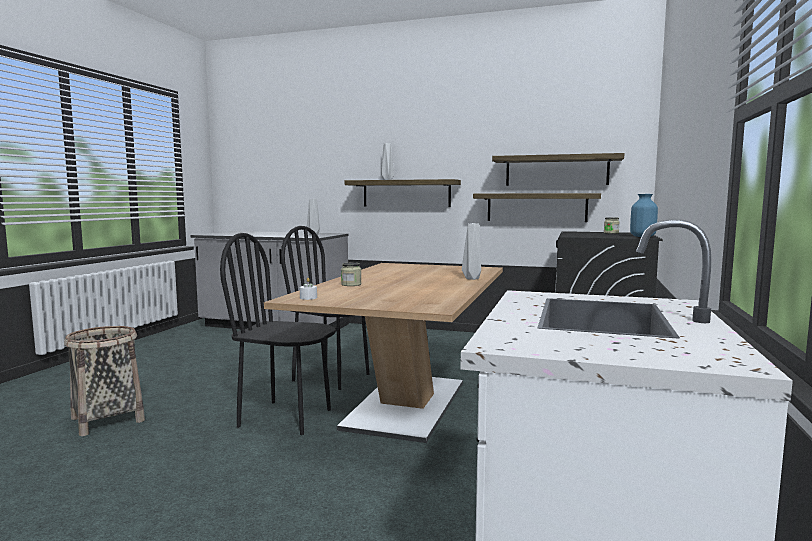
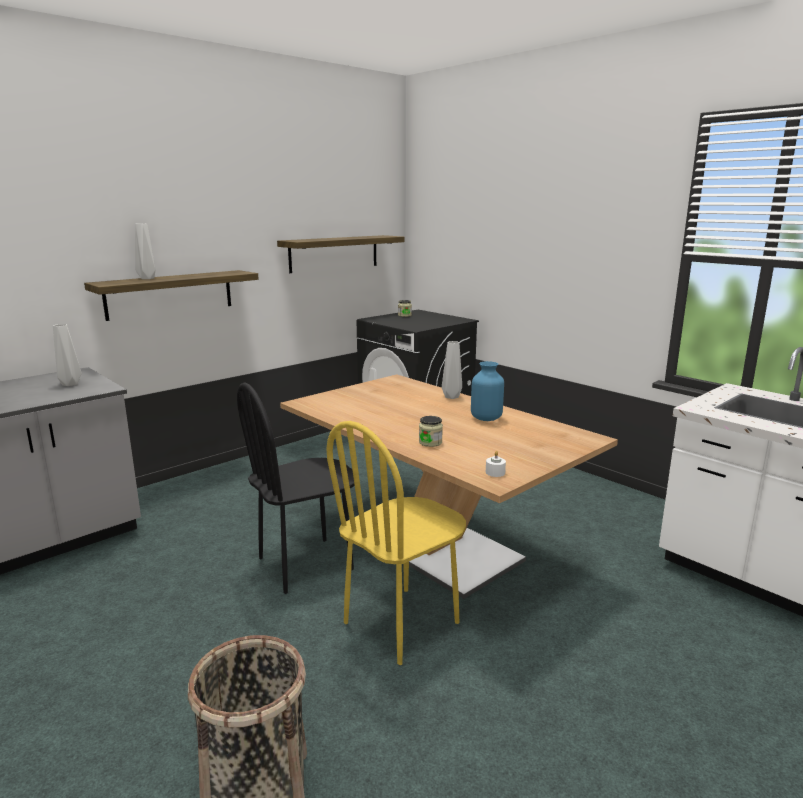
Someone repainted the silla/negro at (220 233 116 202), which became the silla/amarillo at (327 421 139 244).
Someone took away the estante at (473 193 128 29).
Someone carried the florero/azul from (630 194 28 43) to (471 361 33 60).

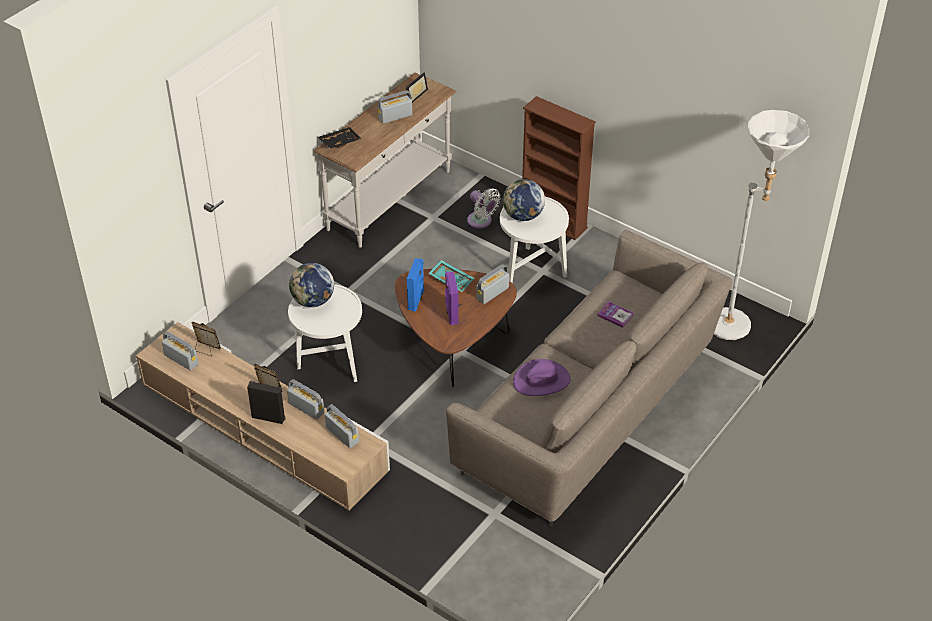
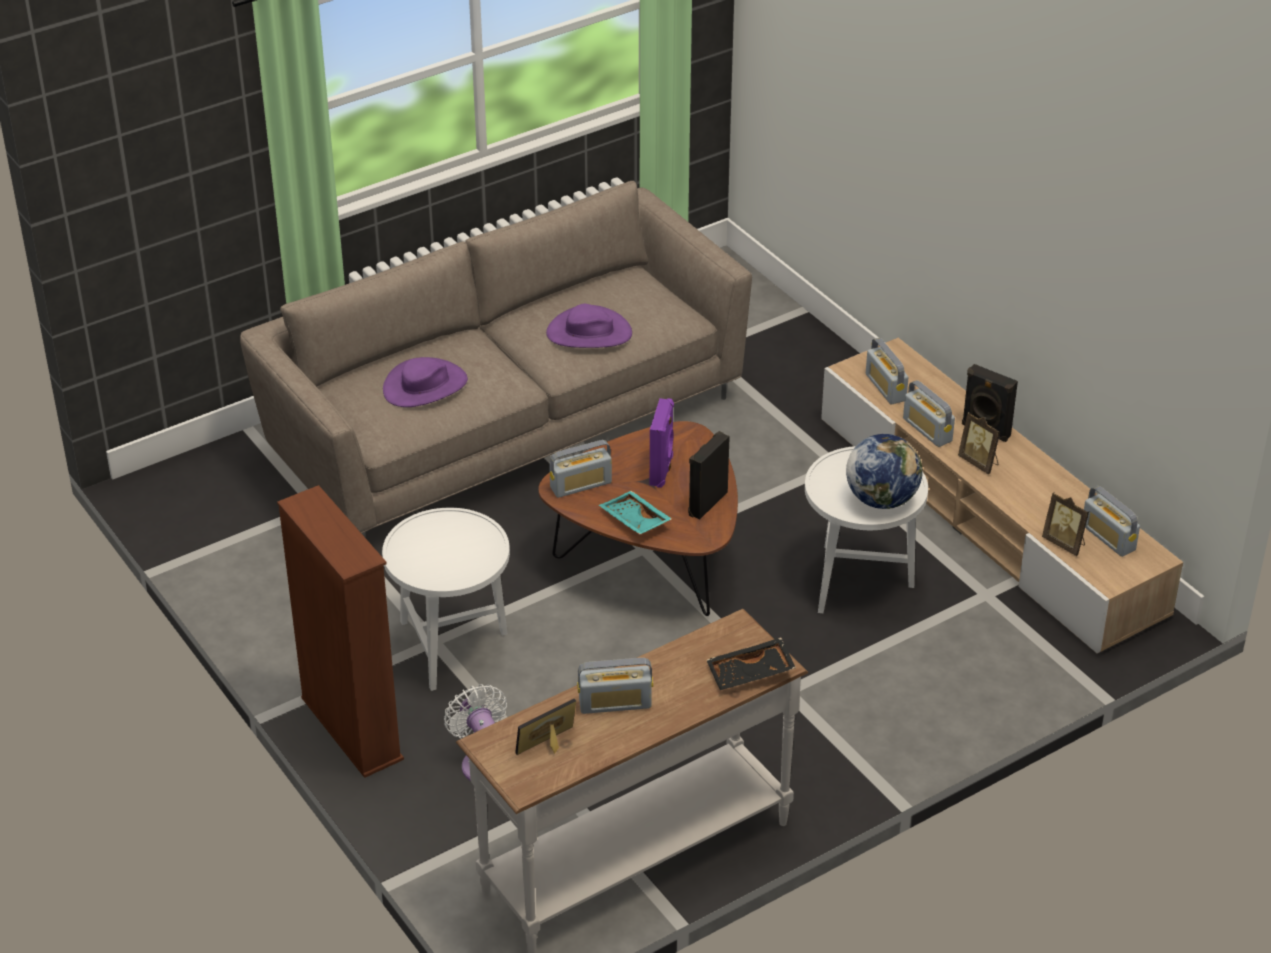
Someone repainted the altavoz/azul at (407 258 17 54), which became the altavoz/negro at (688 431 42 88).
Someone took away the globo terráqueo at (503 179 42 42).
Someone swapped the libro at (597 301 37 27) for the sombrero/morado at (383 357 85 50).
Someone took away the lámpara de pie/blanco at (714 110 95 230).

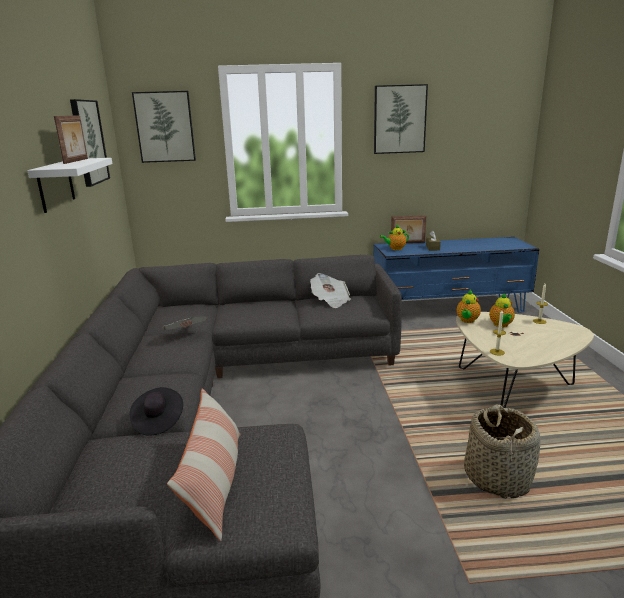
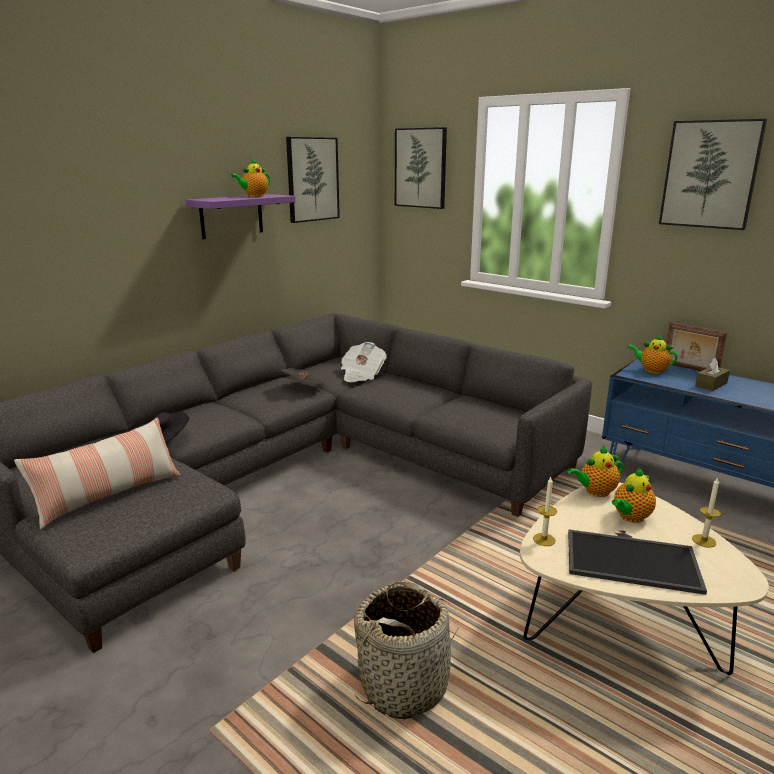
Someone repainted the estante/blanco at (28 158 84 55), which became the estante/morado at (185 194 111 45).
Someone swapped the portarretratos at (54 115 34 49) for the tetera at (230 159 40 38).
Someone carried the periódico from (310 273 41 35) to (341 342 46 40).
Someone put down the bandeja at (568 530 139 65).

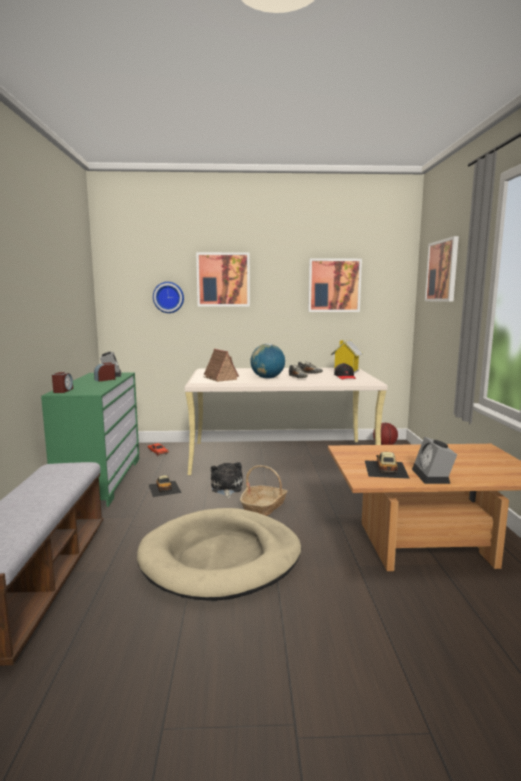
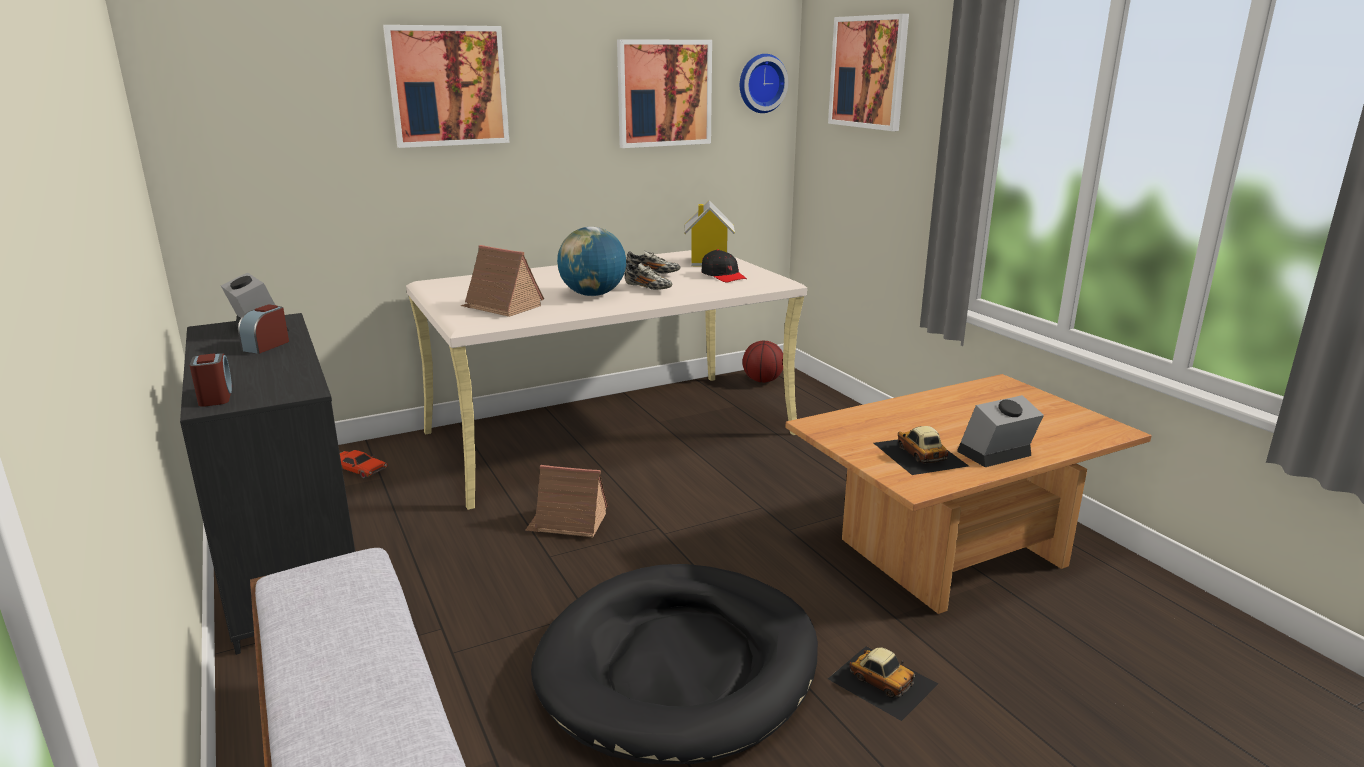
Someone repainted the cómoda/verde at (41 372 98 135), which became the cómoda/negro at (180 313 175 342).
Someone repainted the cama para perro/beis at (137 508 164 93), which became the cama para perro/negro at (531 564 287 200).
Someone carried the coche de juguete from (149 475 33 22) to (828 646 110 75).
Someone carried the reloj de pared from (153 282 31 31) to (740 54 48 59).
Someone swapped the peluche at (211 462 32 36) for the casita at (525 465 84 73).
Someone took away the cesta at (240 465 47 51).
Someone rotated the despertador at (412 437 45 47) by 90 degrees clockwise.

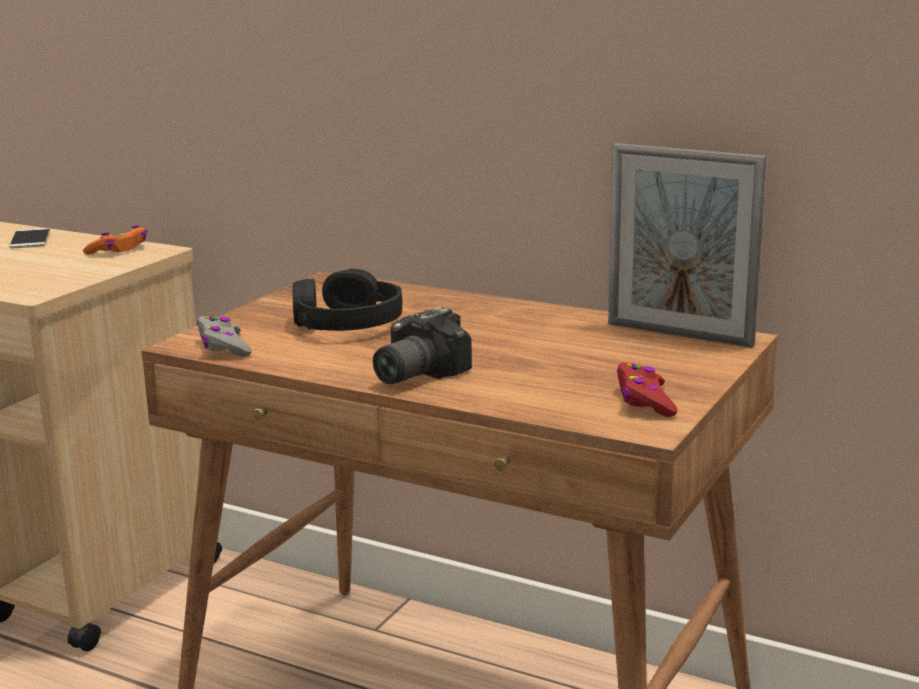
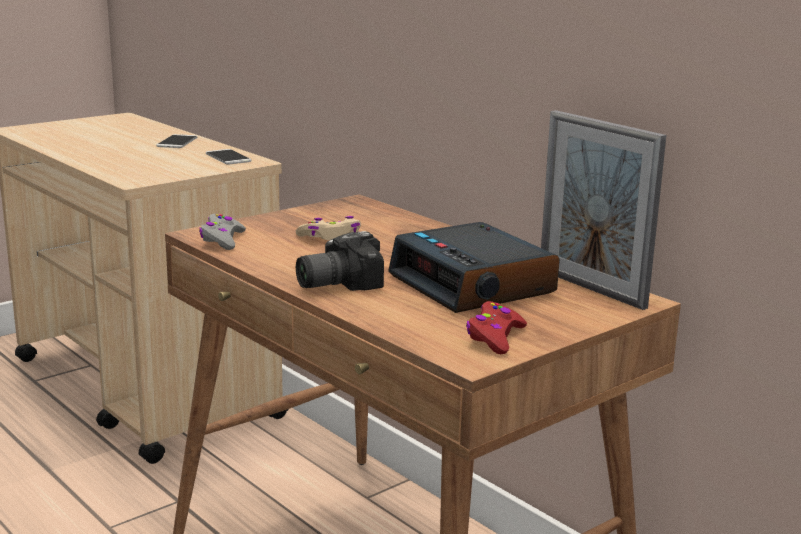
Someone swapped the mando de consola/naranja at (83 225 65 30) for the móvil at (206 149 46 16).
Someone swapped the auriculares/negro at (292 269 110 62) for the mando de consola/beis at (296 216 65 24).
Someone put down the despertador at (388 222 172 91).

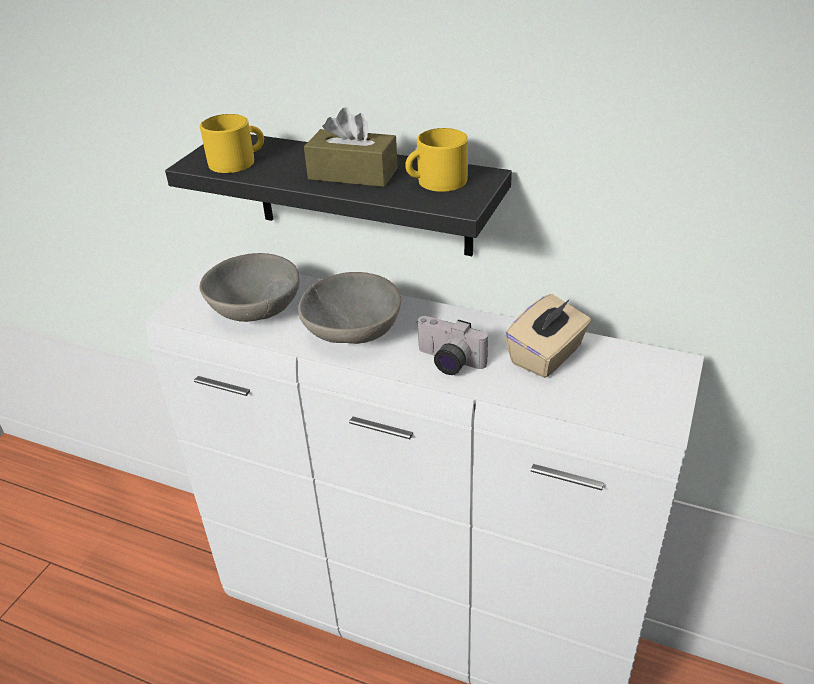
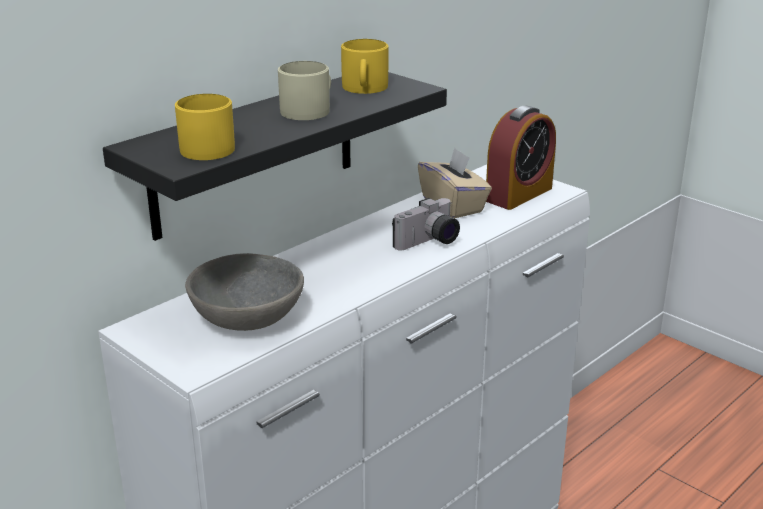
Someone took away the cuenco/gris at (298 272 103 72).
Someone swapped the caja de pañuelos/marrón at (304 107 94 80) for the taza grande/beis at (278 61 53 59).
Someone put down the despertador at (486 106 70 104).

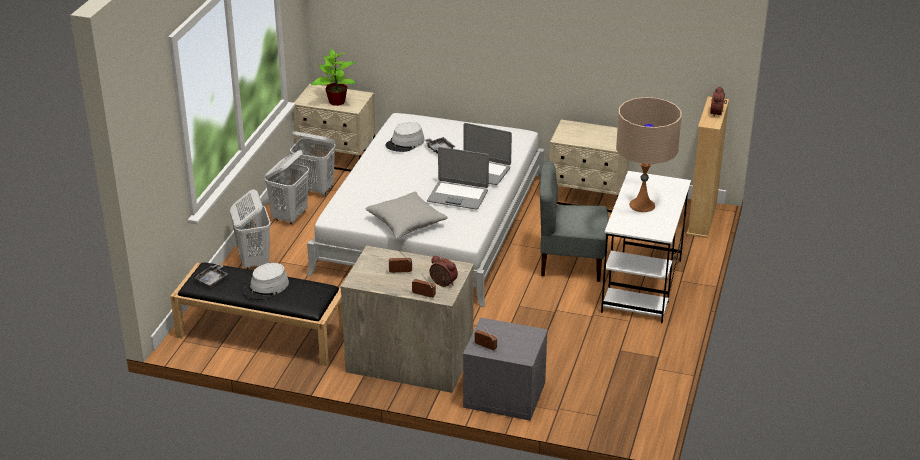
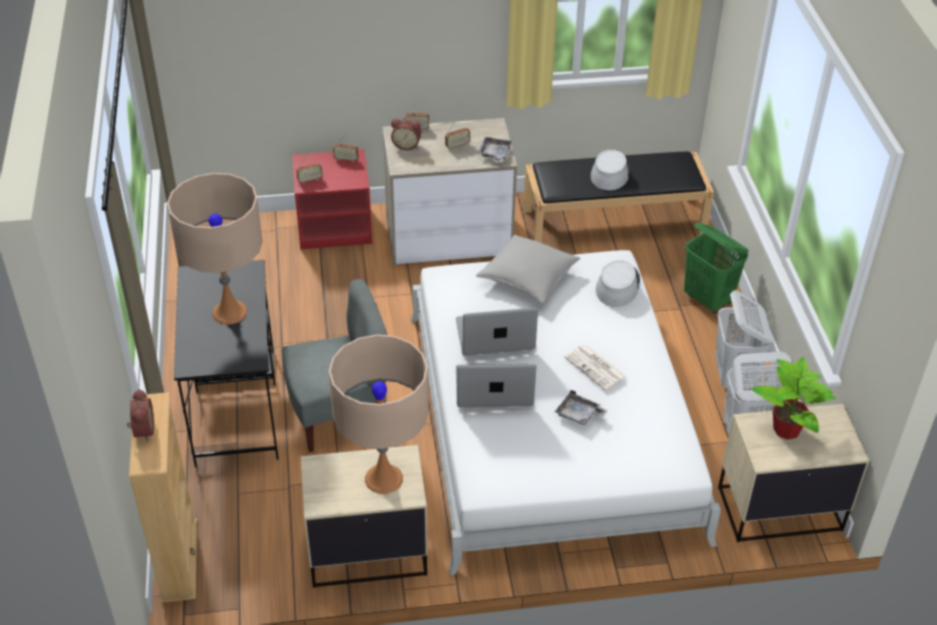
Someone carried the bandeja/gris from (193 263 35 24) to (479 137 33 25).
Someone repainted the cesto de la ropa/blanco at (230 189 41 81), which became the cesto de la ropa/verde at (684 223 65 91).
Someone carried the sombrero/gris from (385 122 39 30) to (596 260 44 47).
Someone repainted the mesita de noche/gris at (463 317 85 104), which became the mesita de noche/rojo at (292 149 80 101).
Someone repainted the escritorio/blanco at (601 171 90 152), which became the escritorio/negro at (174 260 105 208).
Someone put down the radio at (296 154 26 30).
Someone put down the lámpara de mesa/beis at (329 334 99 160).
Someone put down the periódico at (564 344 62 46).

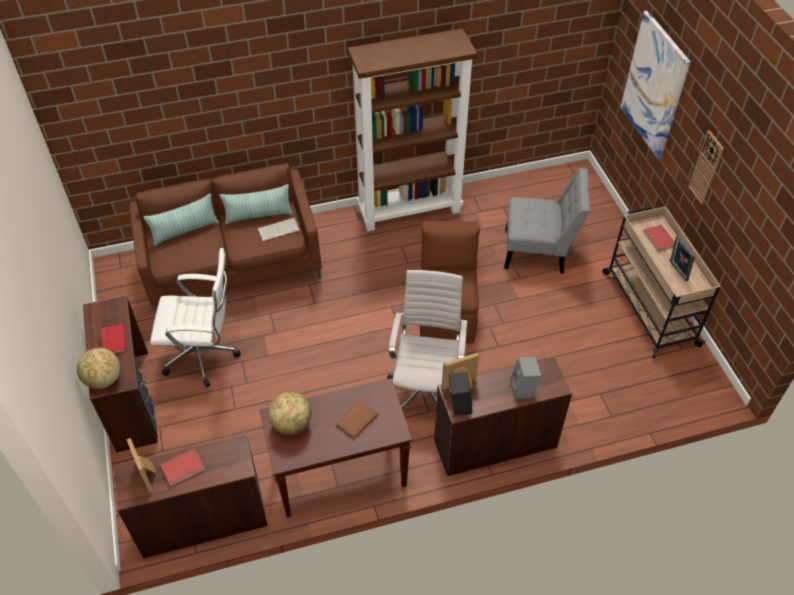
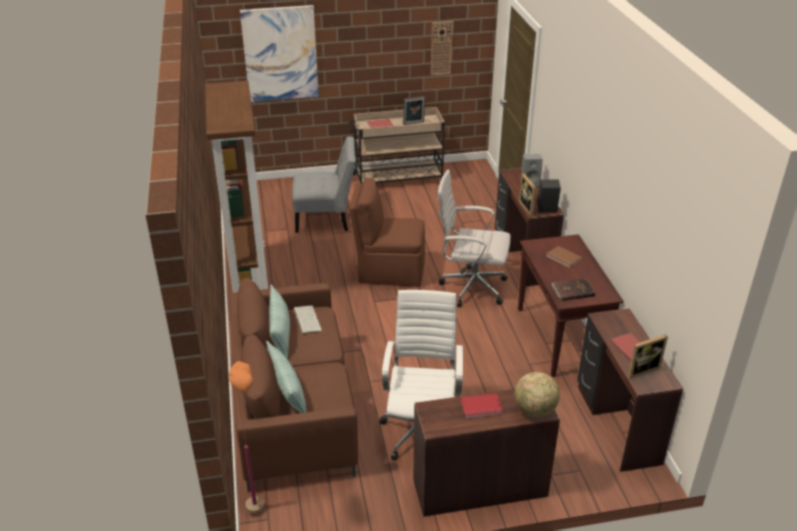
Someone swapped the globo terráqueo at (269 392 42 43) for the libro/marrón at (552 278 43 23).
Someone rotated the silla/gris at (504 168 86 106) by 75 degrees clockwise.
Someone carried the reloj de pared from (688 130 36 74) to (431 21 21 54).
Someone put down the lámpara de pie/naranja at (229 360 36 153).

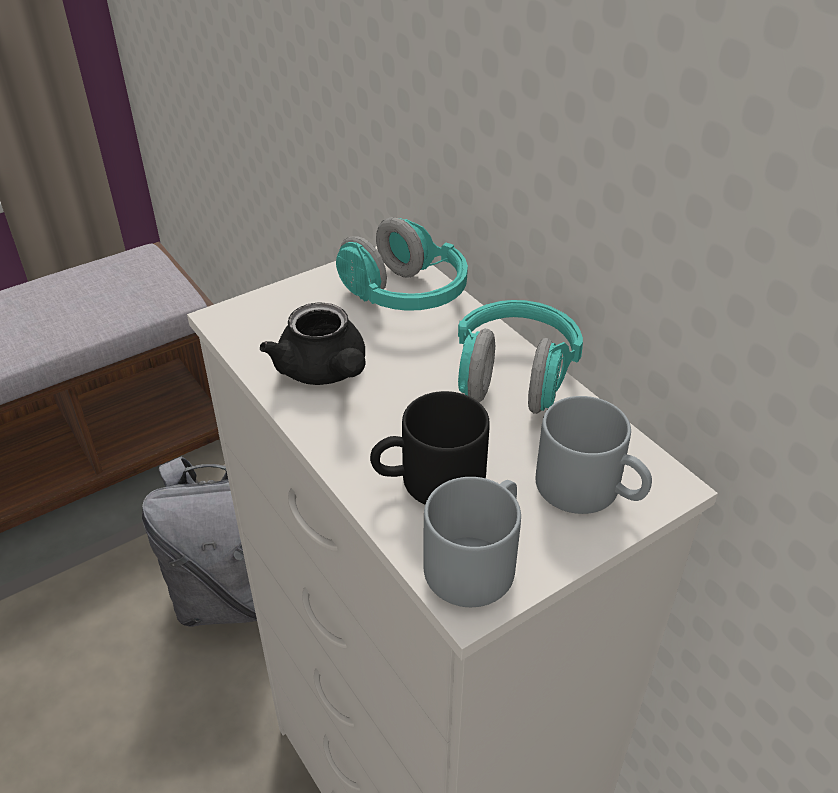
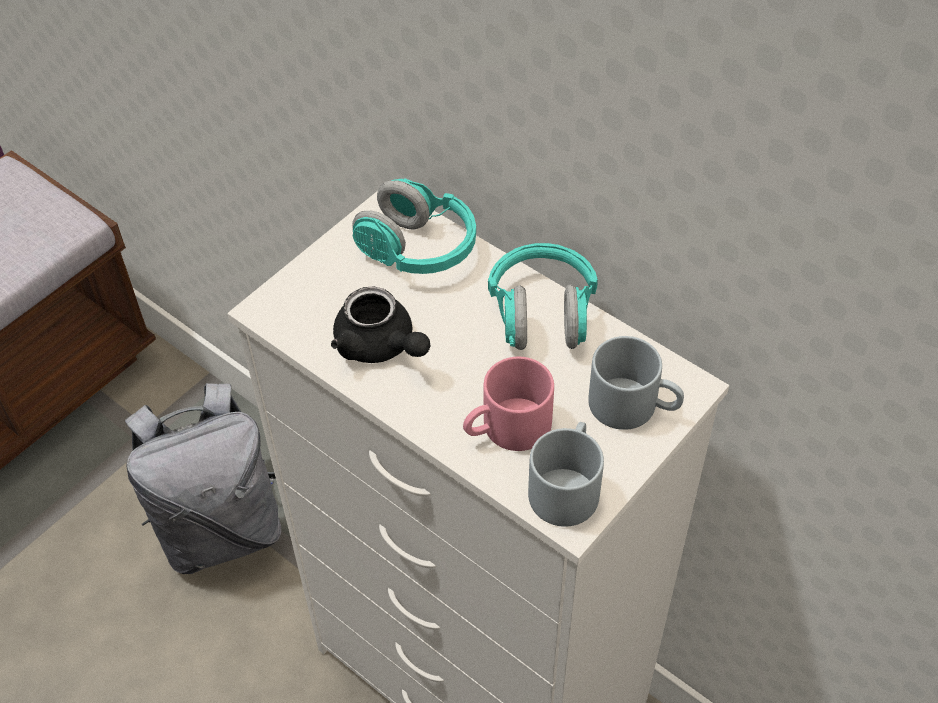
Someone repainted the taza grande/negro at (370 391 120 113), which became the taza grande/rosa at (463 357 91 94).

